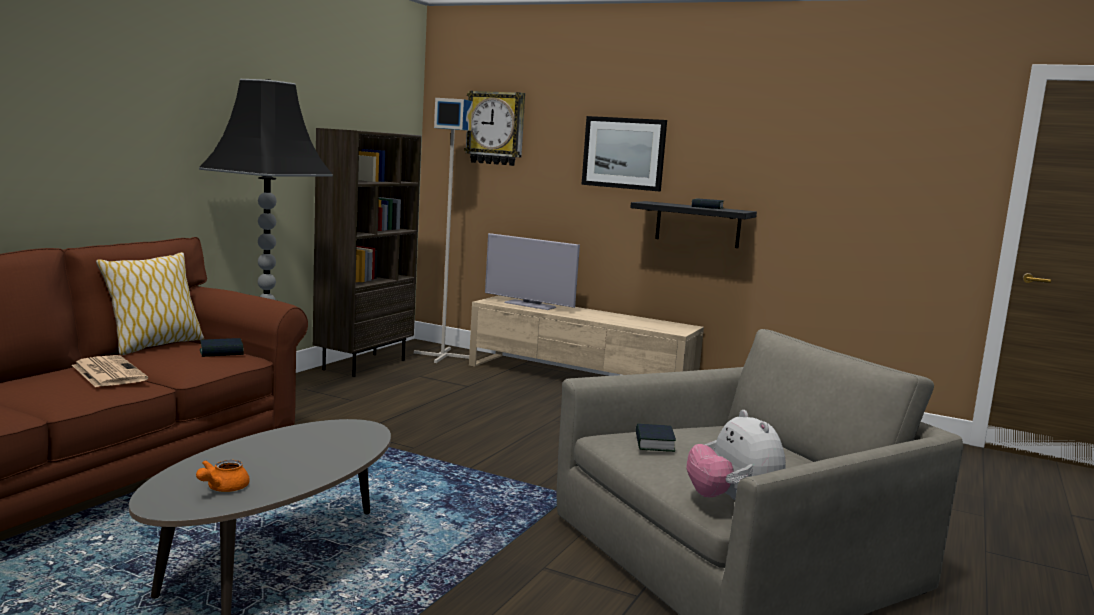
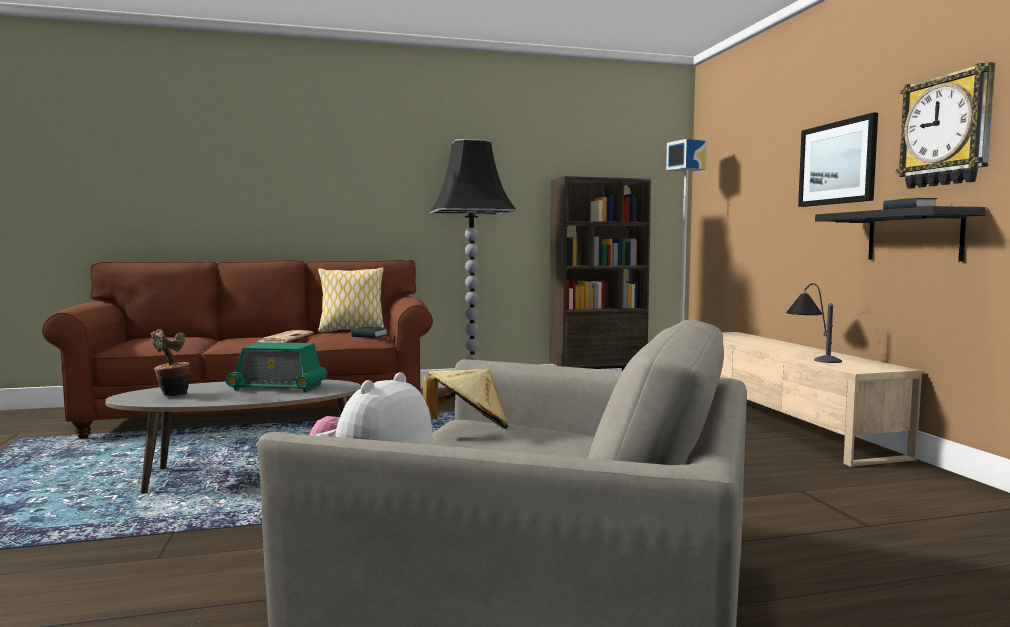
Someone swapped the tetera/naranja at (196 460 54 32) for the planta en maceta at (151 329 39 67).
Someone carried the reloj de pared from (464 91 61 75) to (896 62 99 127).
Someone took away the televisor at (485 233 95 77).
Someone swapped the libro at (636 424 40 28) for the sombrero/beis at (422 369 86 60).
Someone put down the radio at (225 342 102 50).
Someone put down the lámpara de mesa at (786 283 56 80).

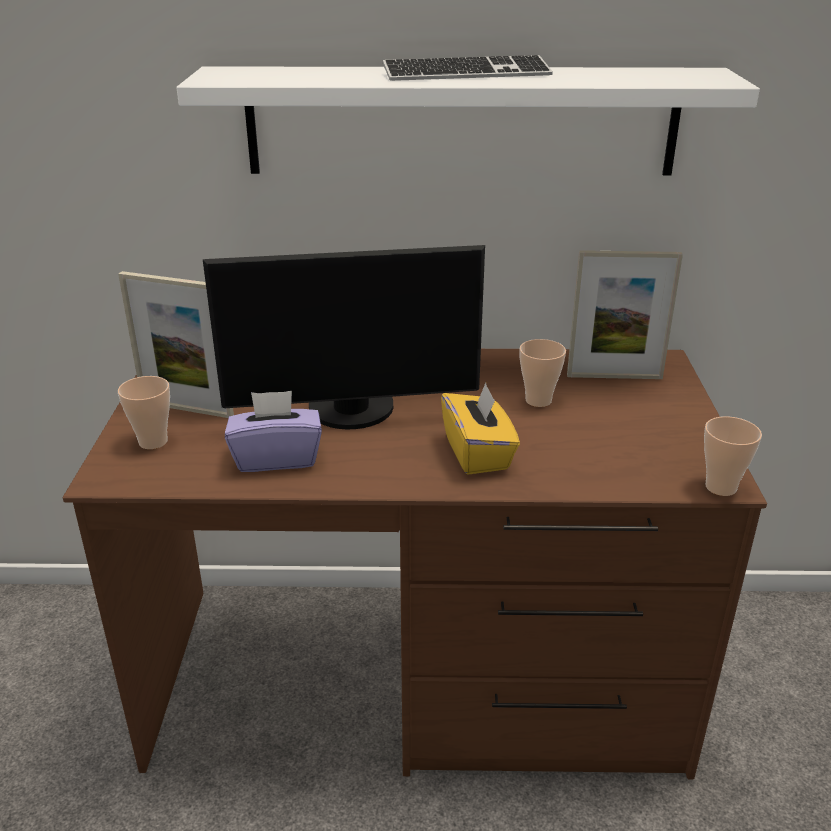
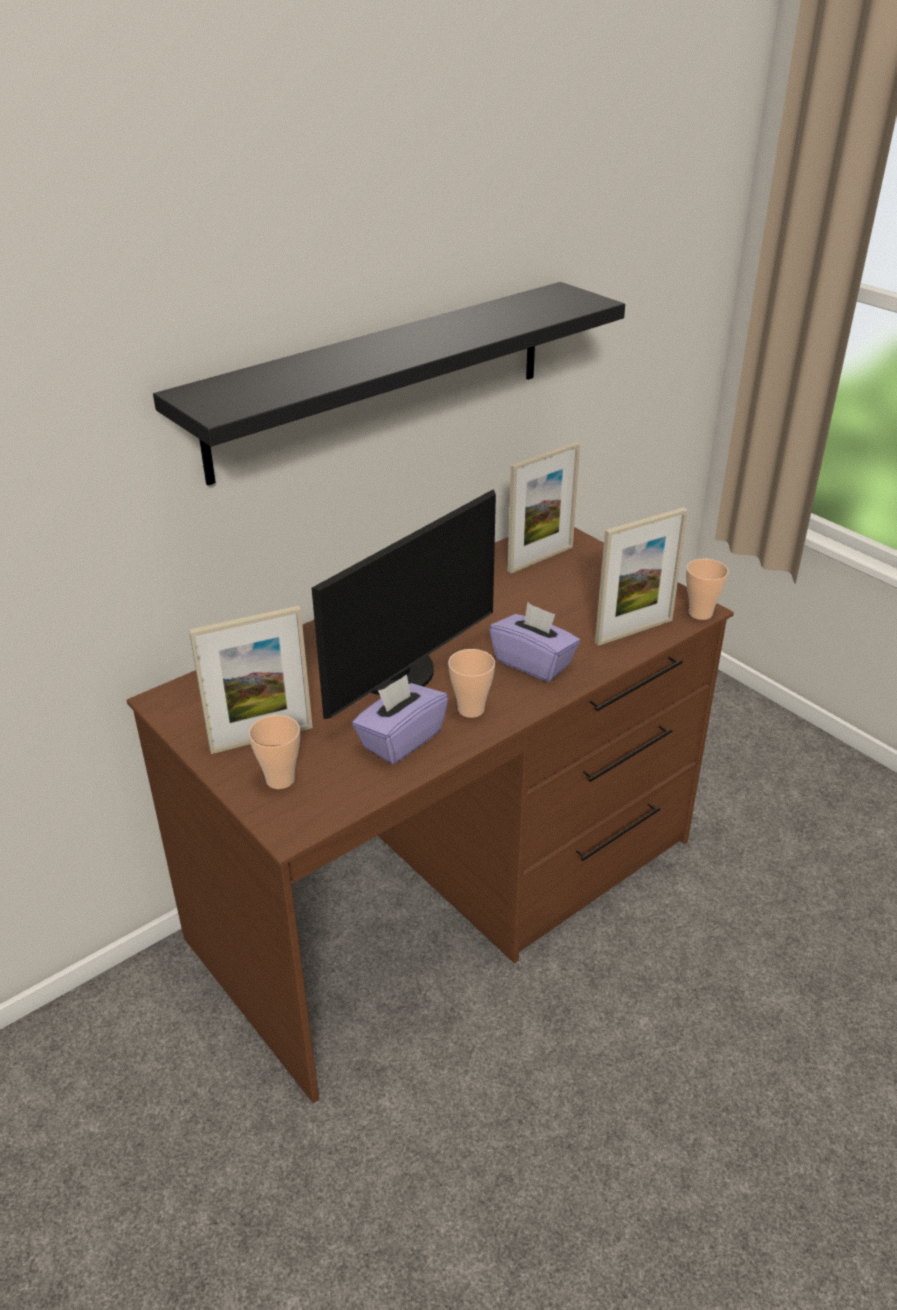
Someone repainted the estante/blanco at (176 66 584 109), which became the estante/negro at (153 282 472 203).
Someone took away the teclado at (383 55 170 26).
Someone repainted the caja de pañuelos/amarillo at (441 383 79 92), which became the caja de pañuelos/morado at (489 603 91 79).
Someone carried the taza from (519 339 47 68) to (448 649 47 69).
Someone put down the portarretratos at (595 507 93 139).

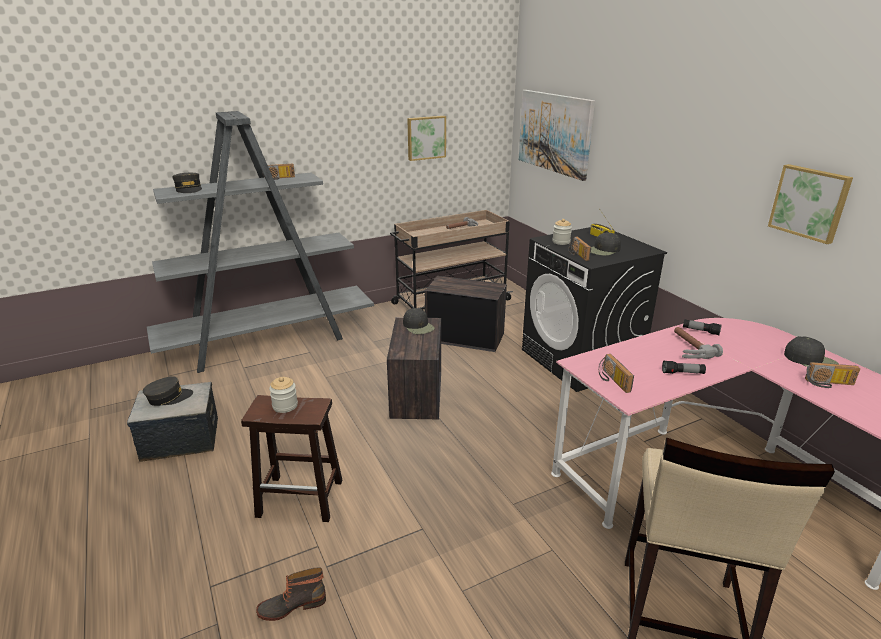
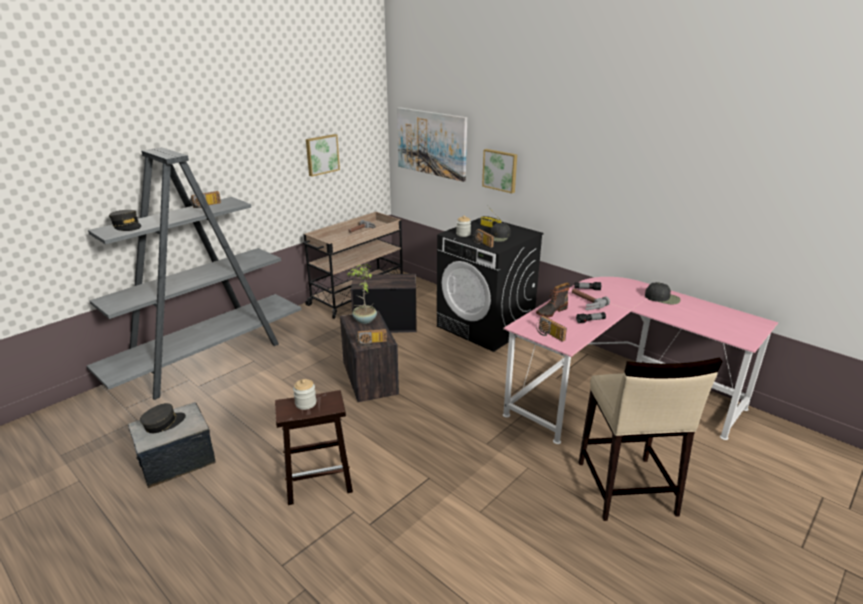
Someone carried the bota from (256 567 70 54) to (536 283 34 34).
Someone swapped the gorra/negro at (403 308 32 26) for the planta en maceta at (346 264 31 60).
Someone carried the cuadro from (768 164 85 80) to (482 149 35 44).
Someone carried the radio from (805 362 55 26) to (356 329 31 18).

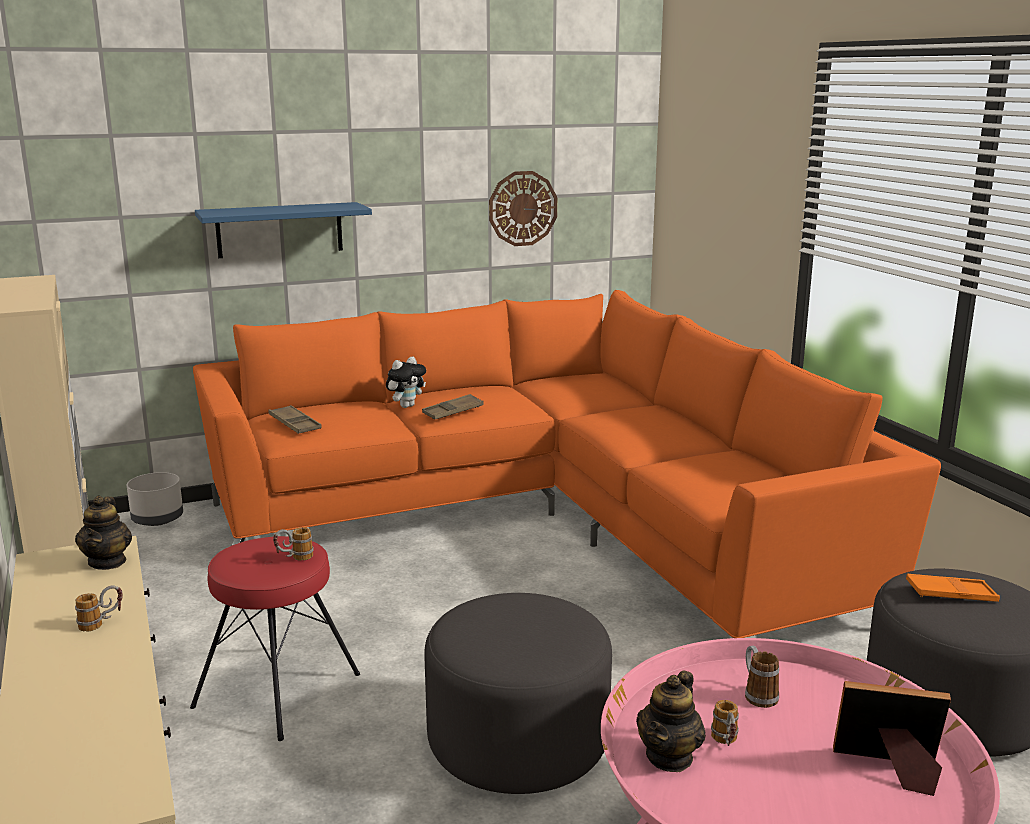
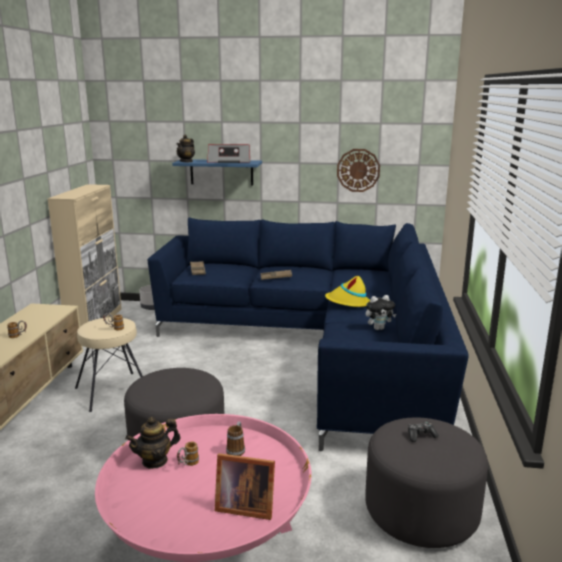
Someone carried the tetera from (75 496 57 74) to (176 135 19 27).
Someone repainted the taburete/rojo at (190 536 170 205), which became the taburete/beis at (75 317 68 95).
Someone repainted the sofá/naranja at (193 290 748 348), which became the sofá/azul at (148 218 321 233).
Someone carried the peluche from (386 357 40 51) to (366 295 30 35).
Someone rotated the portarretratos at (833 681 118 115) by 150 degrees clockwise.
Someone swapped the bandeja/naranja at (906 574 94 28) for the mando de consola at (408 422 31 20).
Someone put down the radio at (207 144 43 19).
Someone put down the sombrero/amarillo at (325 276 45 31).

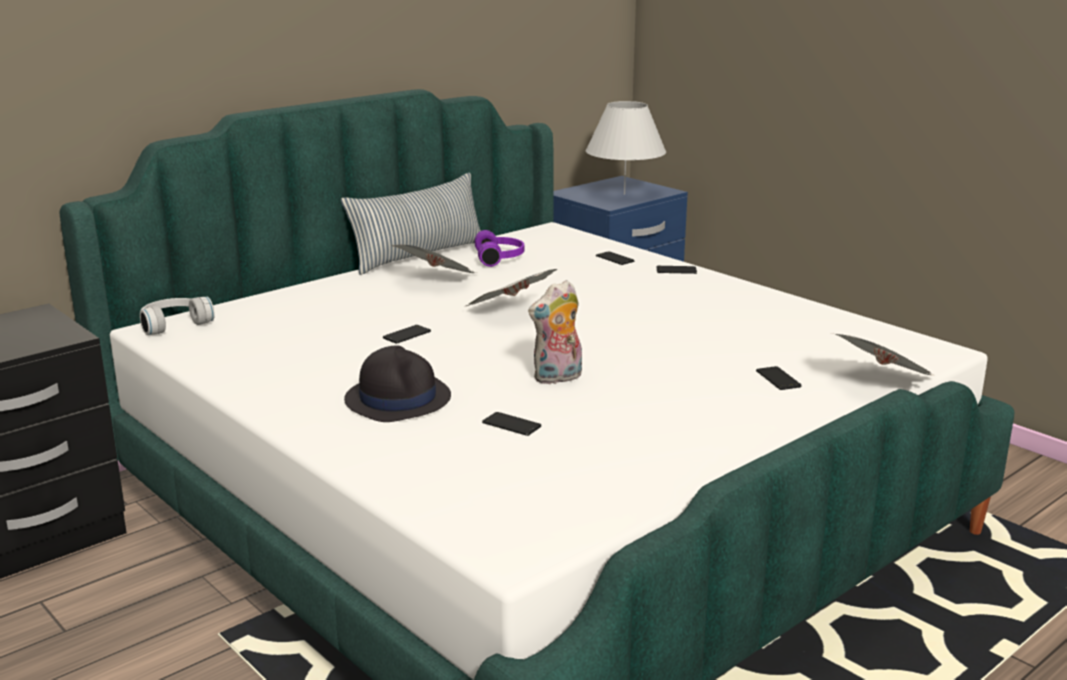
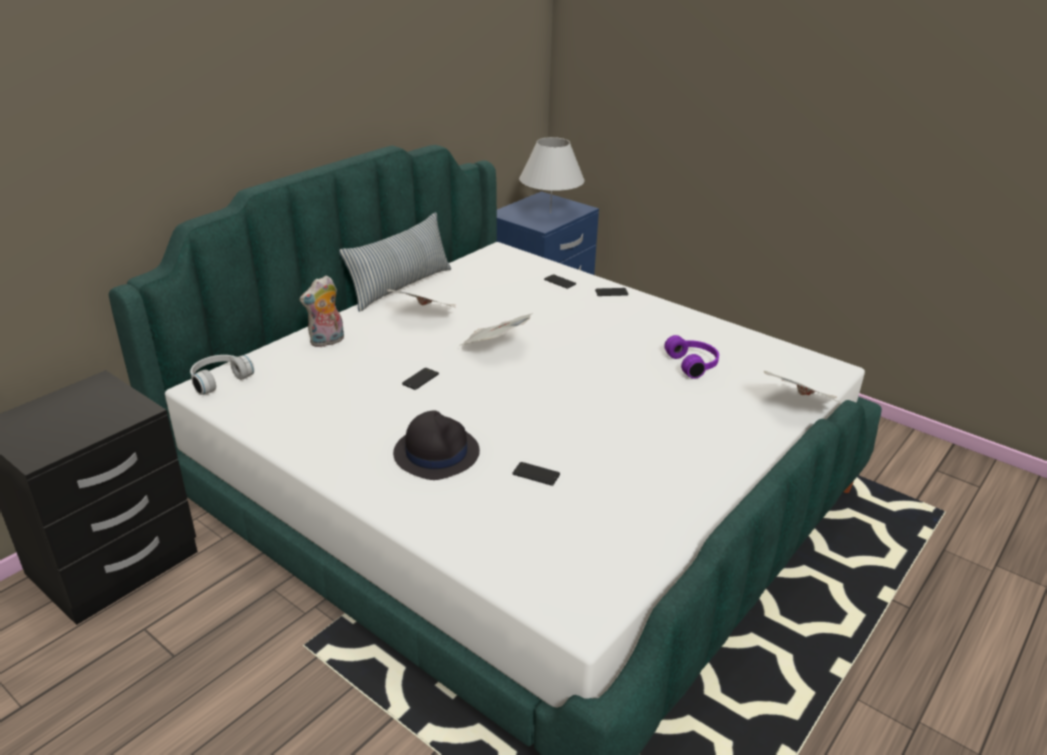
Someone carried the auriculares/morado from (475 230 49 37) to (664 335 55 44).
Someone carried the peluche from (528 280 54 104) to (299 276 45 71).
Someone took away the móvil at (756 366 46 24).

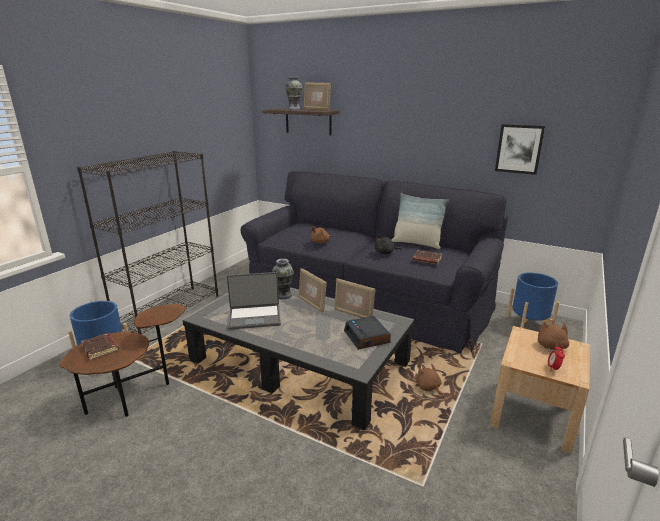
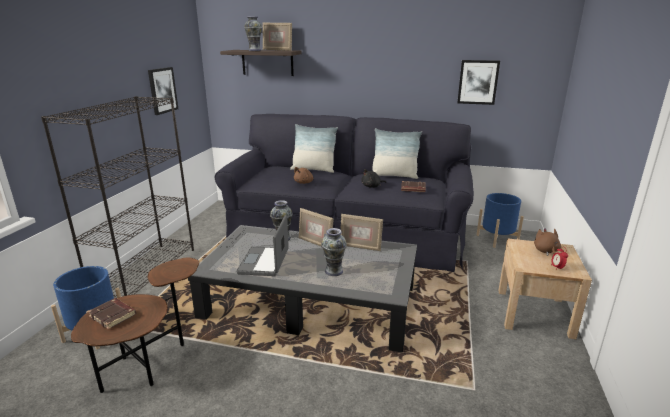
Someone rotated the portátil at (227 272 54 58) by 120 degrees clockwise.
Someone took away the despertador at (344 316 47 34).
Someone took away the peluche/marrón at (416 364 28 34).
Someone put up the cuadro at (148 67 30 48).
Someone put down the cojín at (290 124 48 49).
Someone put down the florero at (321 228 26 48).

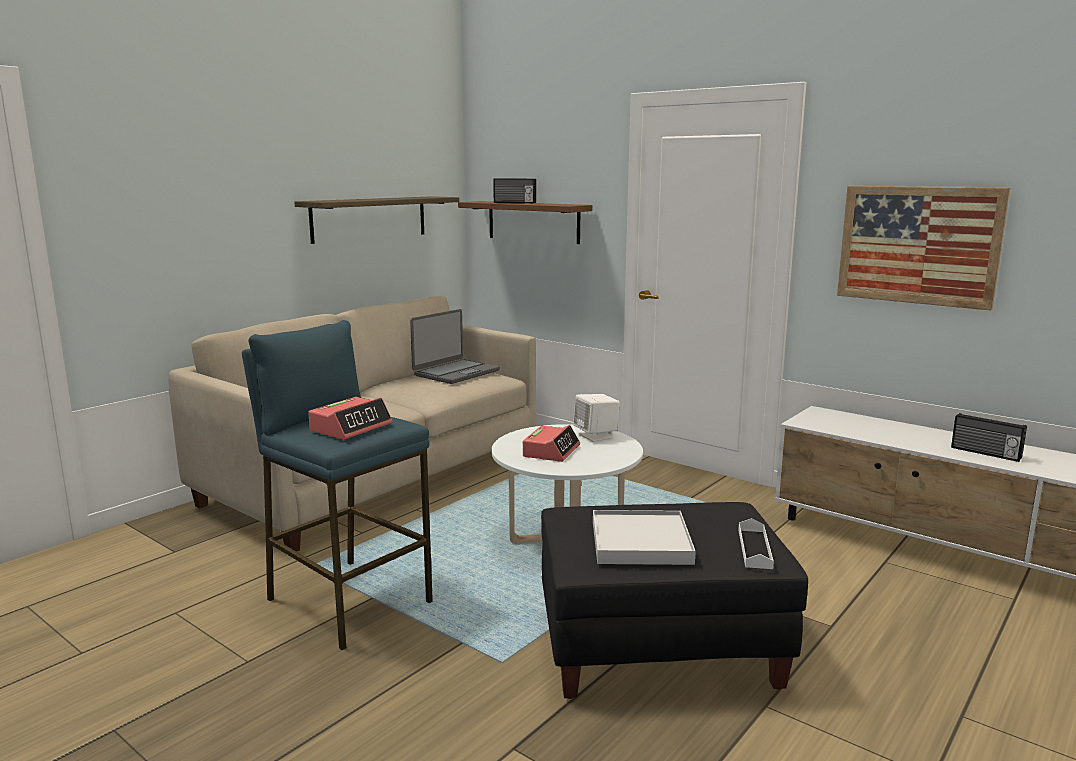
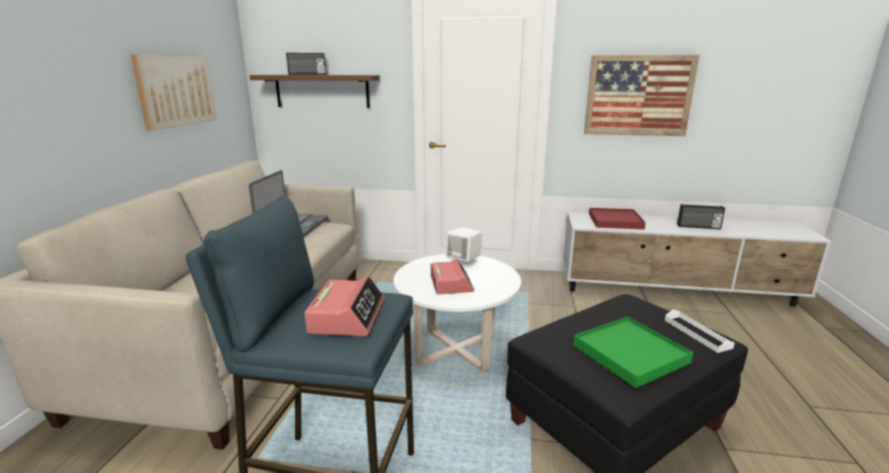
Someone swapped the estante at (294 196 166 48) for the cuadro at (130 54 87 76).
Someone repainted the bandeja/blanco at (593 510 103 55), which became the bandeja/verde at (573 317 120 71).
Someone put down the bandeja/rojo at (589 208 57 21).

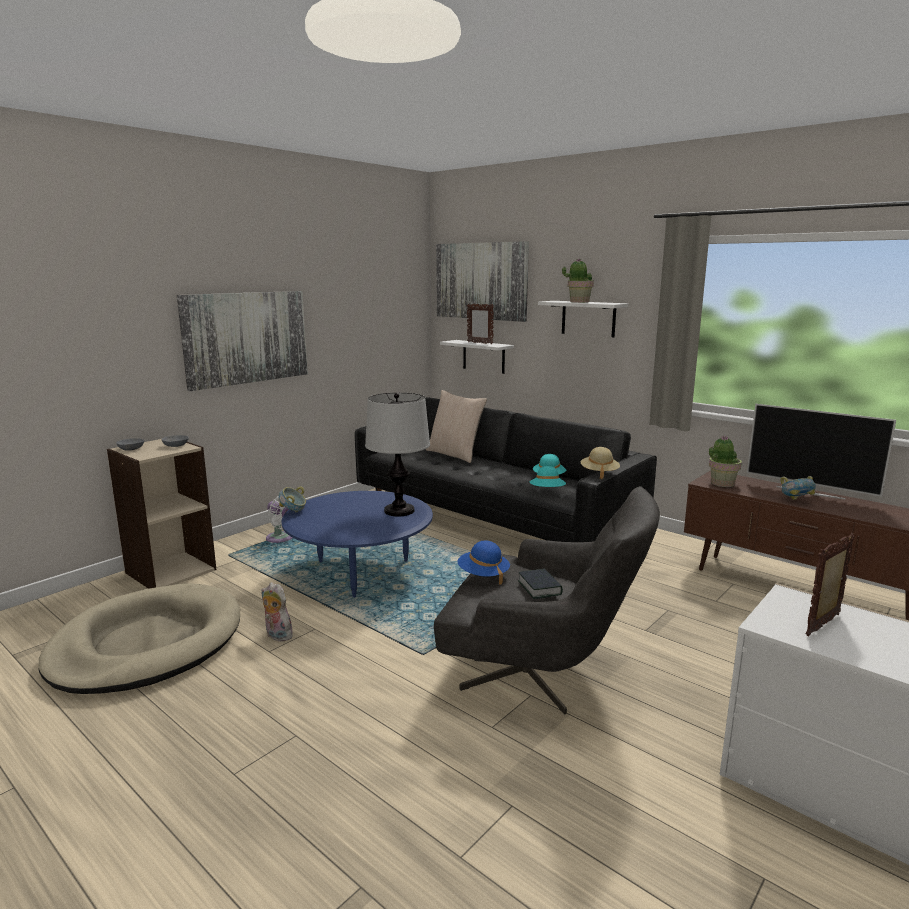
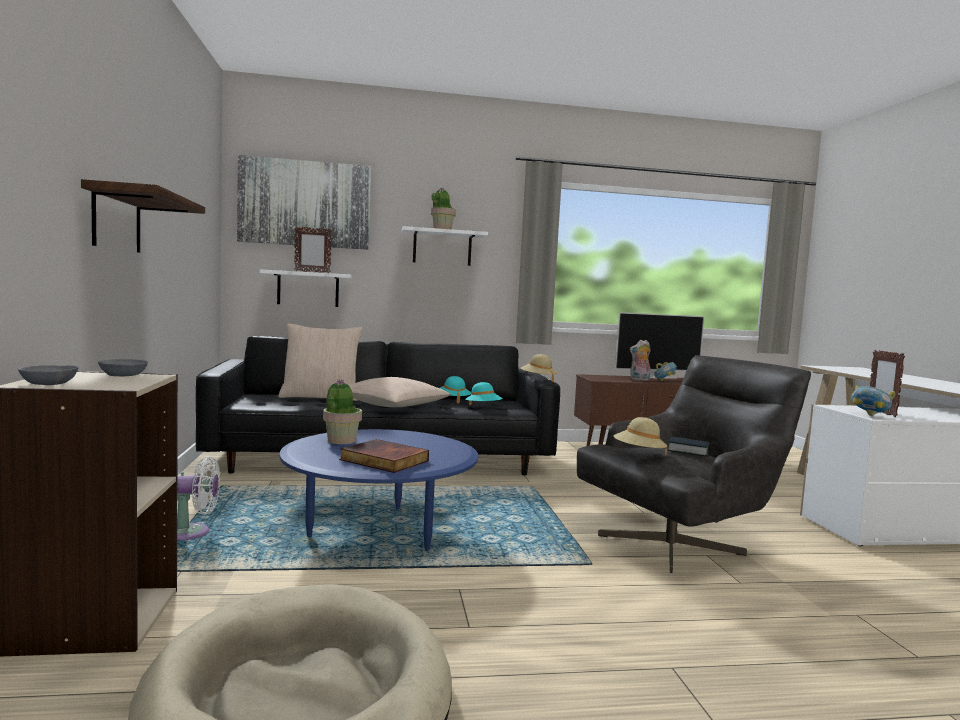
Someone swapped the cuadro at (177 291 130 100) for the estante at (81 179 124 74).
Someone carried the peluche from (262 582 31 60) to (630 340 21 41).
Someone carried the cuenco from (279 486 27 26) to (851 386 45 30).
Someone took away the lámpara de mesa at (365 393 65 124).
Someone repainted the sombrero/azul at (457 540 53 45), which became the sombrero/beis at (613 417 54 37).
Someone carried the planta en maceta from (709 436 33 51) to (323 379 39 65).
Someone put down the libro at (339 439 90 34).
Someone put down the cojín/beis at (348 377 103 30).

